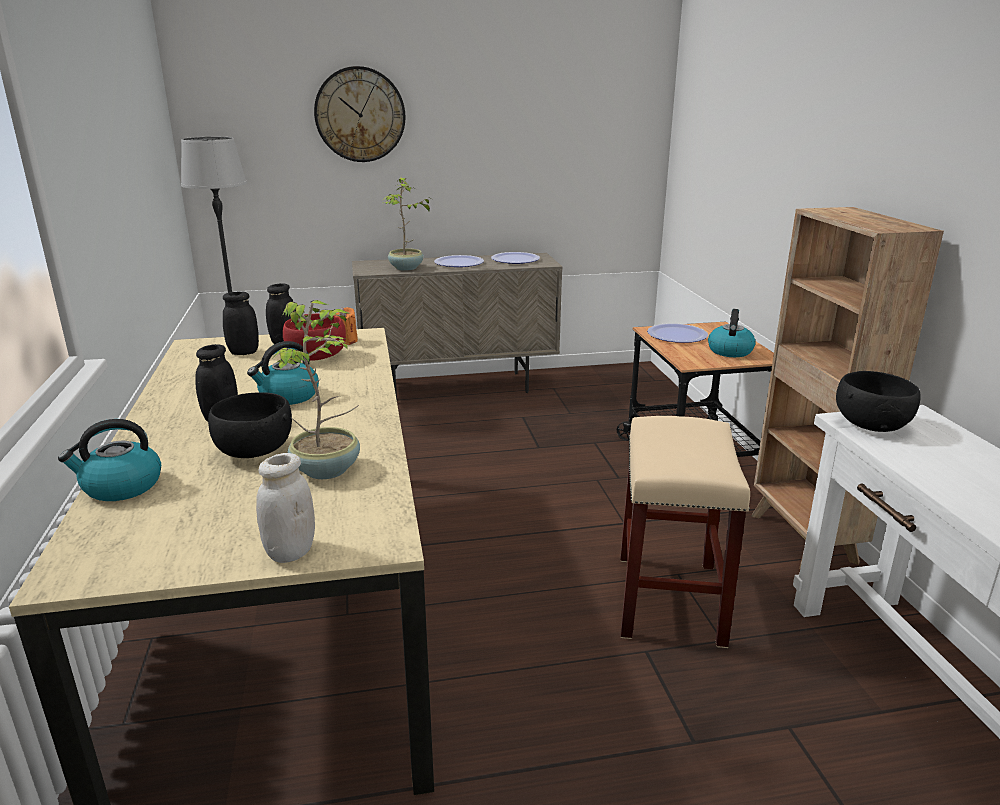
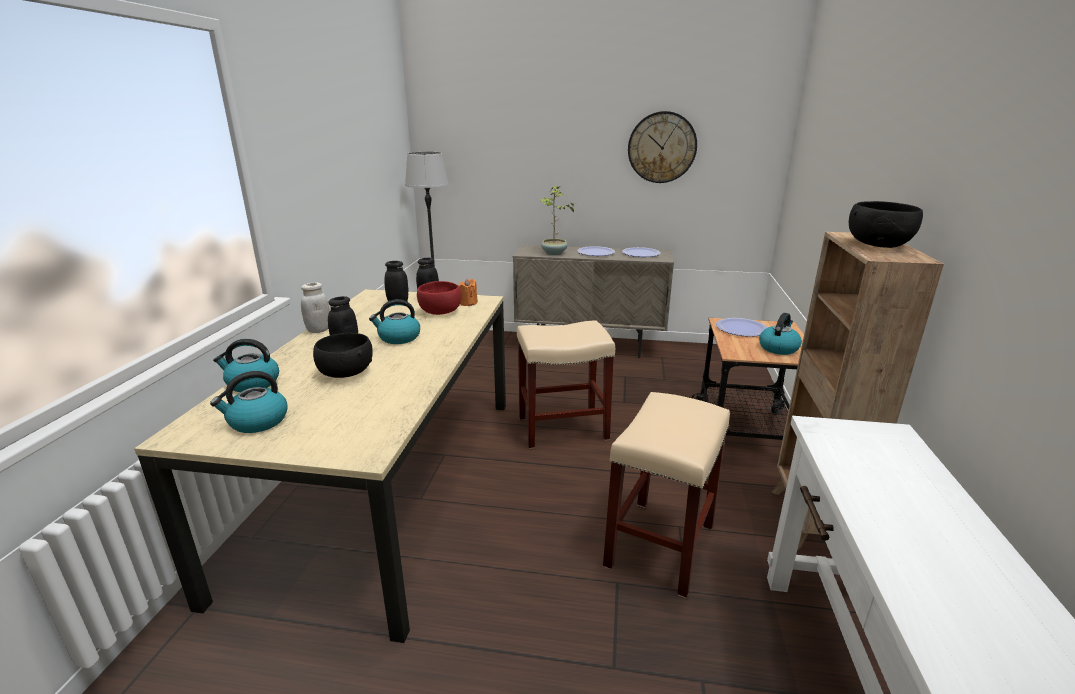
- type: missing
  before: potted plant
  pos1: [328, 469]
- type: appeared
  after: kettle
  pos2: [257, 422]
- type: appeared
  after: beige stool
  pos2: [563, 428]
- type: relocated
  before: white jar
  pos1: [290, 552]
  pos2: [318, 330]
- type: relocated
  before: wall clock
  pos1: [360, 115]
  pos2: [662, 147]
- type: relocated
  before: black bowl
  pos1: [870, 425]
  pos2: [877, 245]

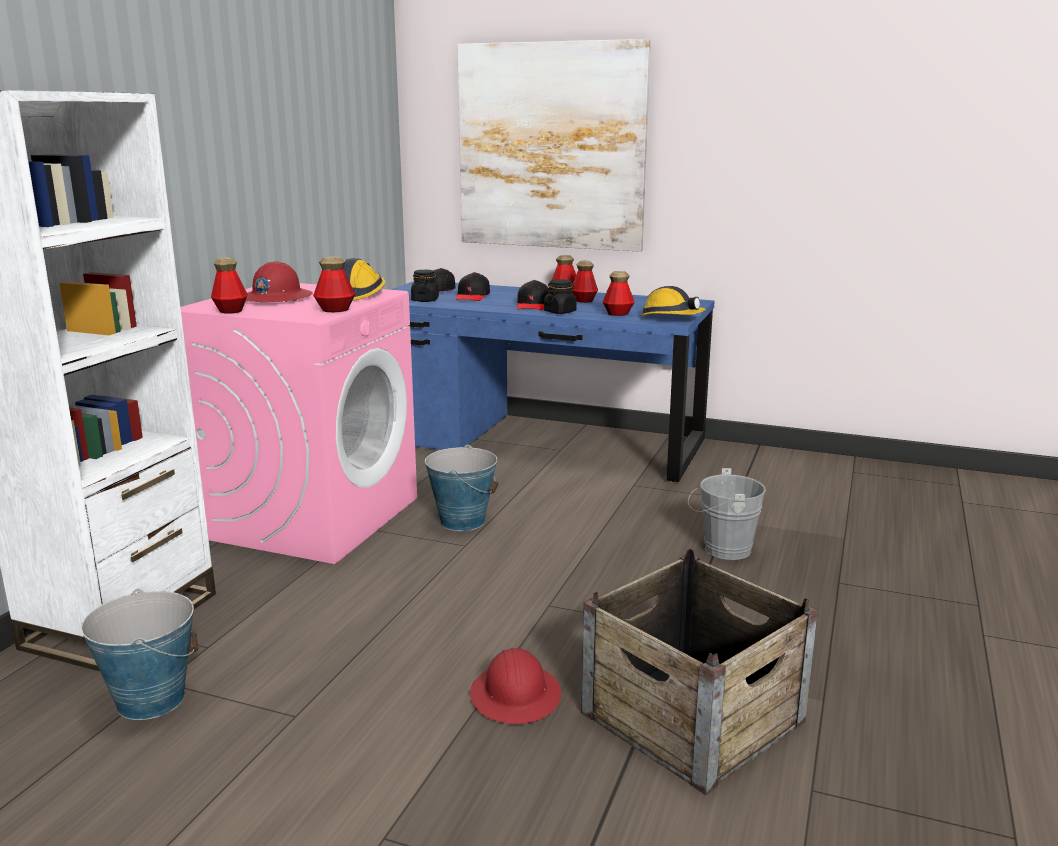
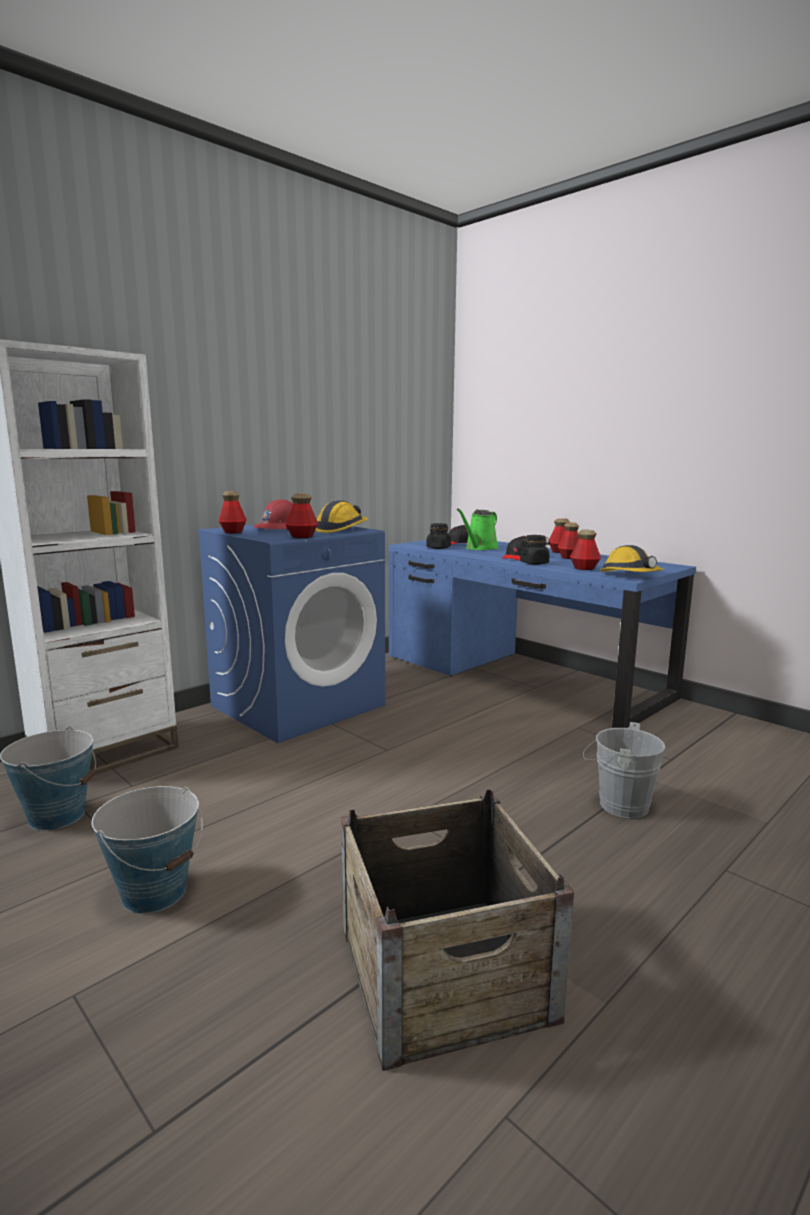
- type: missing
  before: picture
  pos1: [551, 147]
- type: missing
  before: red hard hat
  pos1: [516, 696]
- type: relocated
  before: bucket
  pos1: [462, 521]
  pos2: [155, 892]
- type: exchanged
  before: black cap
  after: green watering can
  pos1: [472, 296]
  pos2: [480, 548]
- type: colour
  before: pink washing machine
  after: blue washing machine
  pos1: [313, 517]
  pos2: [298, 705]

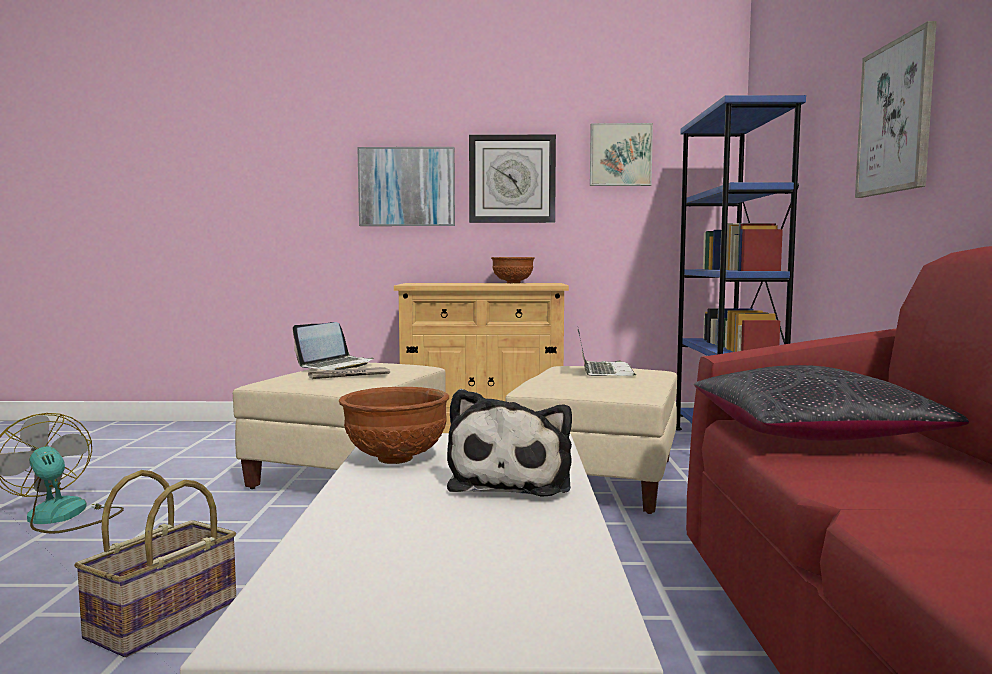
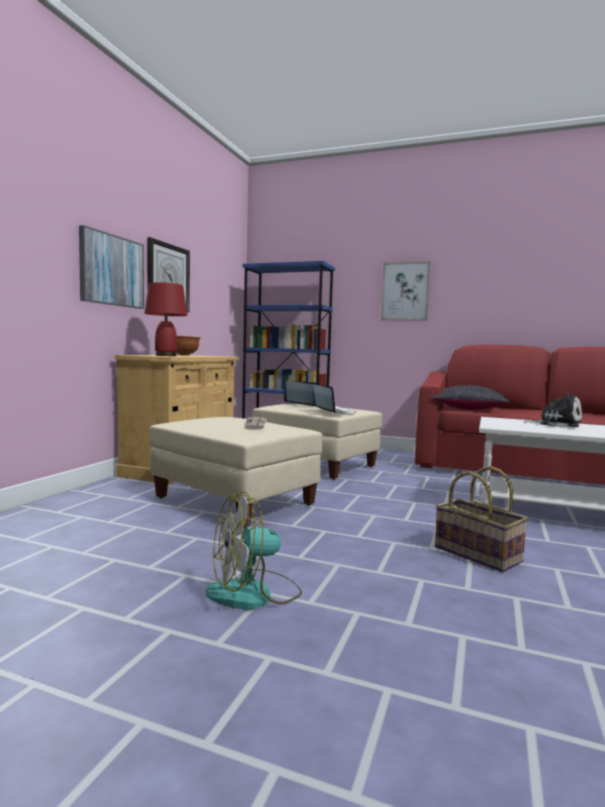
- type: missing
  before: brown bowl
  pos1: [394, 459]
- type: missing
  before: picture
  pos1: [620, 155]
- type: appeared
  after: red table lamp
  pos2: [166, 355]
- type: relocated
  before: laptop
  pos1: [336, 365]
  pos2: [333, 411]

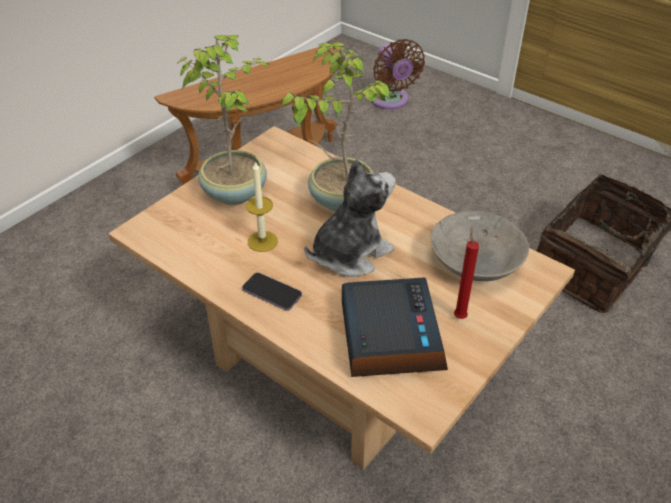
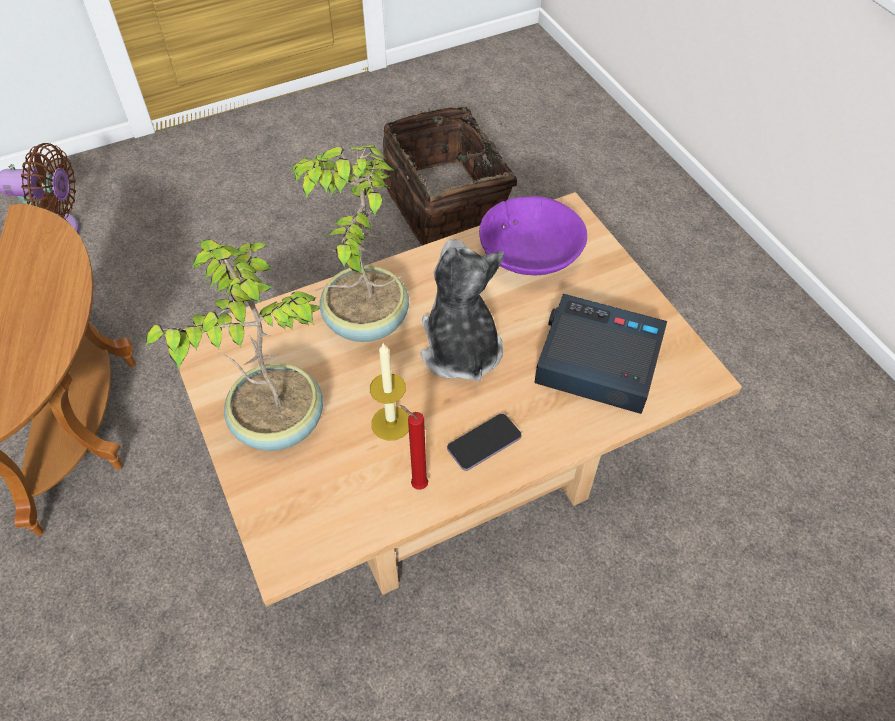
- type: relocated
  before: red candle
  pos1: [459, 315]
  pos2: [417, 484]
- type: colour
  before: grey bowl
  after: purple bowl
  pos1: [476, 263]
  pos2: [531, 254]

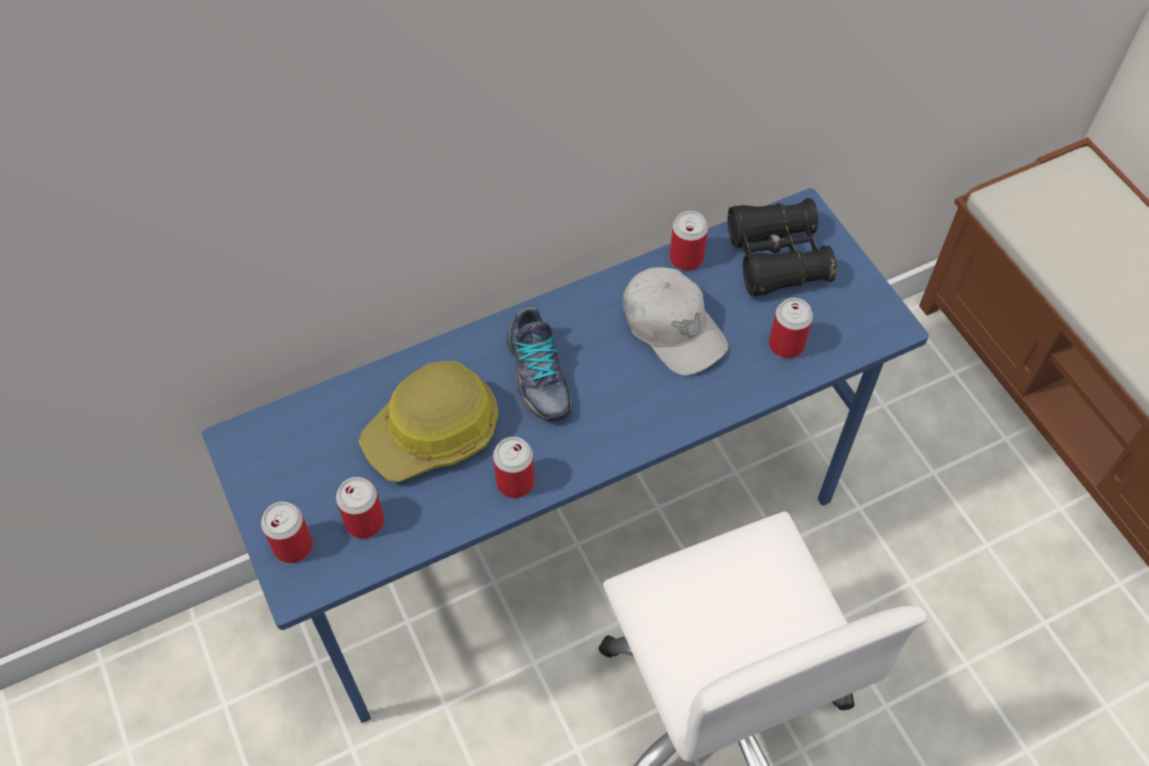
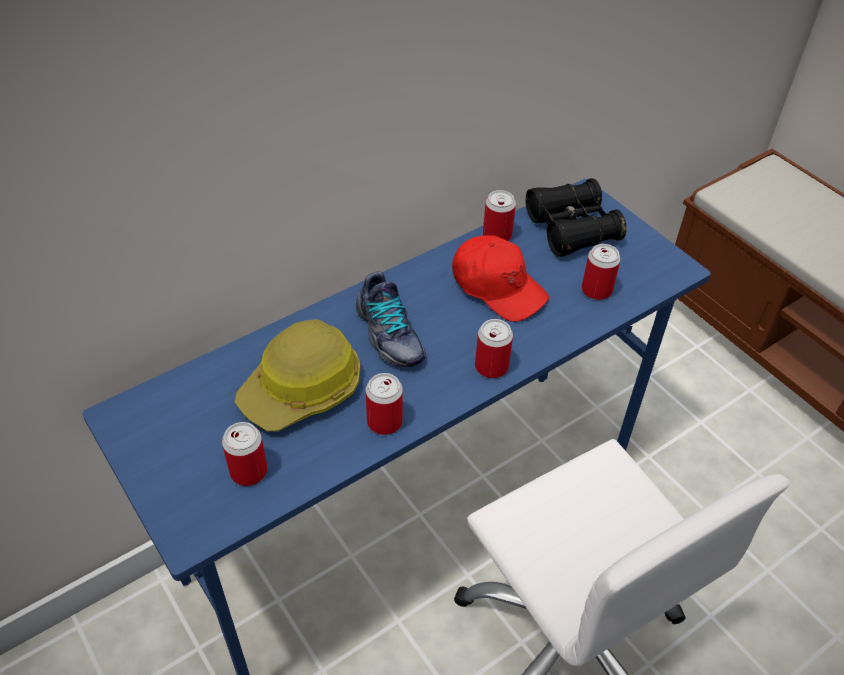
- type: relocated
  before: can
  pos1: [293, 546]
  pos2: [491, 367]
- type: colour
  before: white cap
  after: red cap
  pos1: [672, 328]
  pos2: [498, 287]

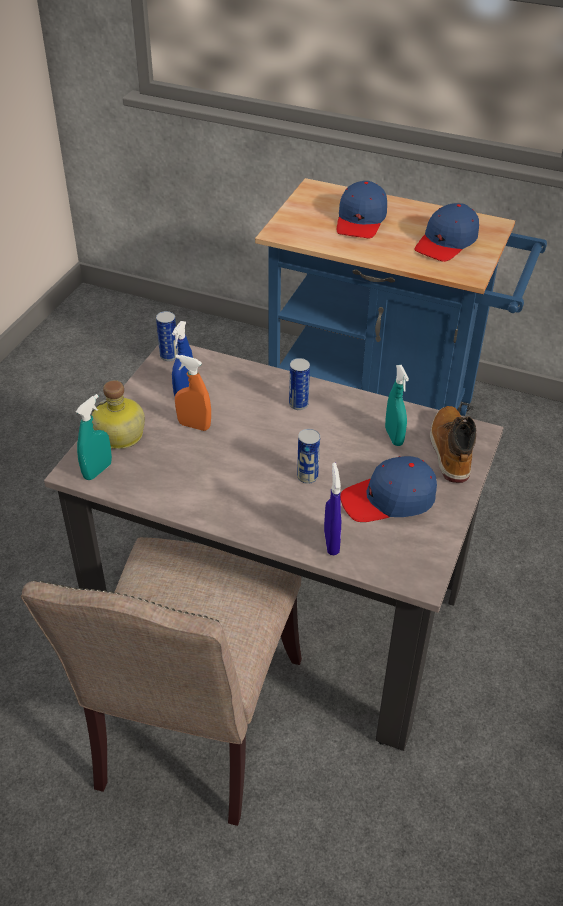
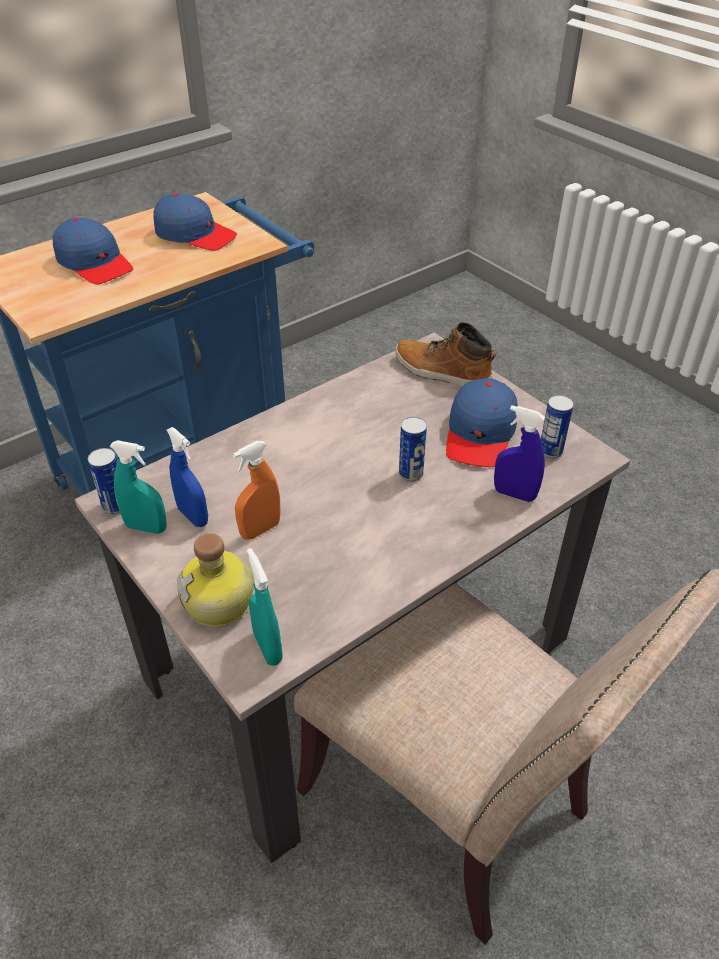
- type: relocated
  before: can
  pos1: [298, 404]
  pos2: [550, 451]
- type: relocated
  before: turquoise spray bottle
  pos1: [394, 436]
  pos2: [146, 527]
- type: spun
  before: blue cap
  pos1: [446, 242]
  pos2: [195, 234]
  turn: -45

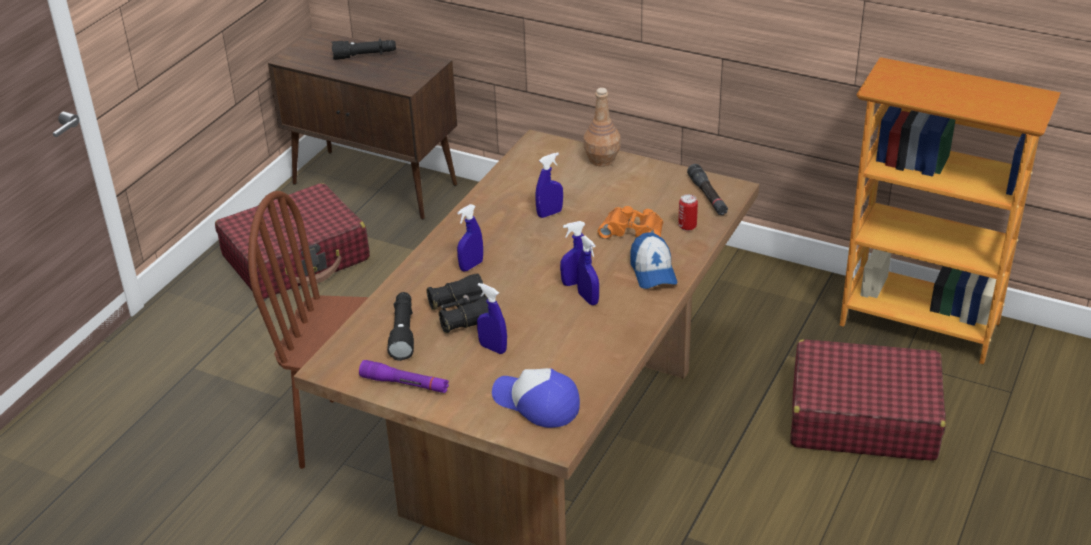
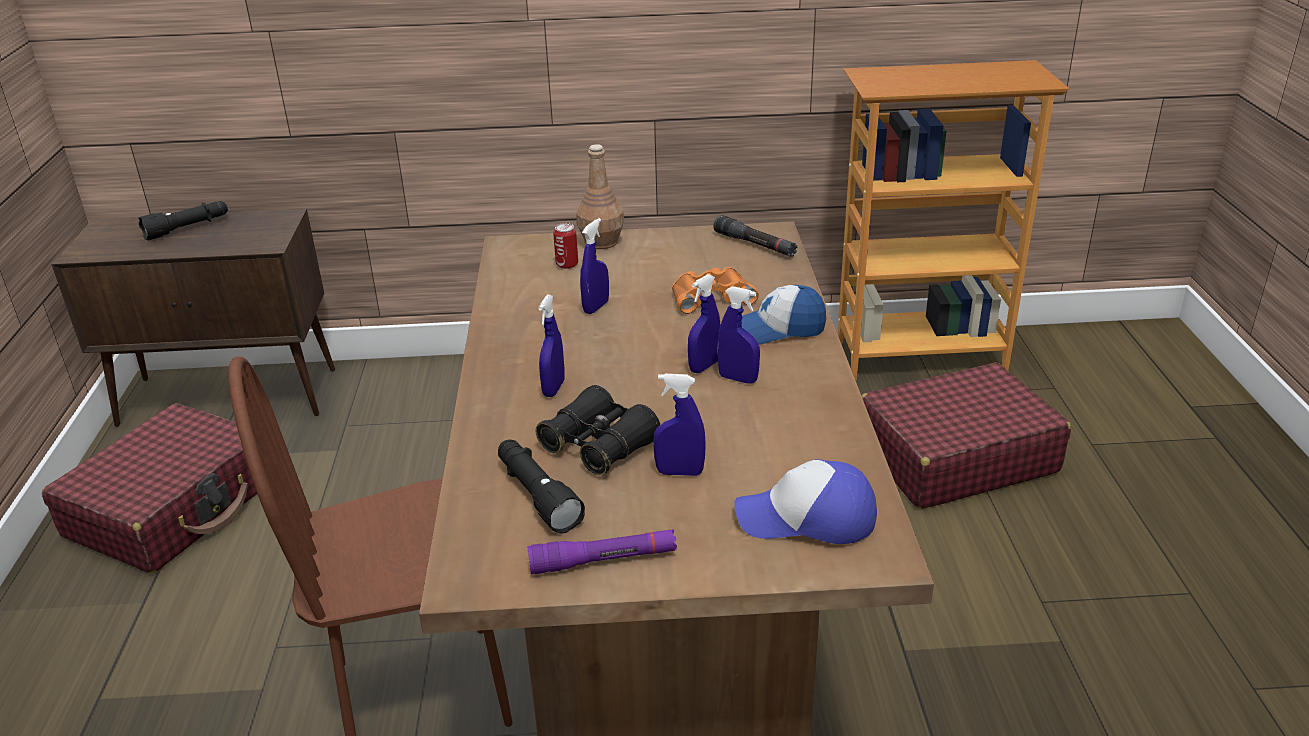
- type: relocated
  before: can
  pos1: [687, 226]
  pos2: [567, 265]
- type: spun
  before: cap
  pos1: [653, 271]
  pos2: [780, 329]
  turn: 120

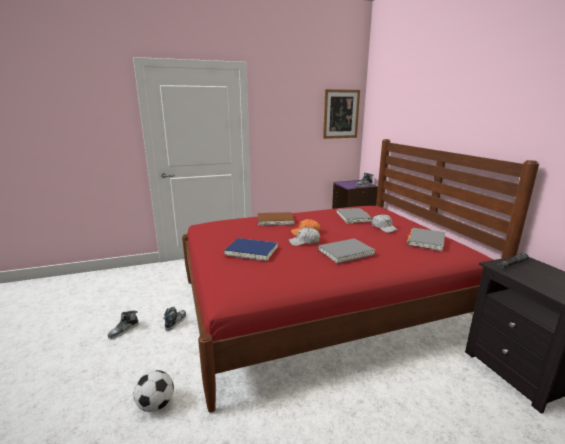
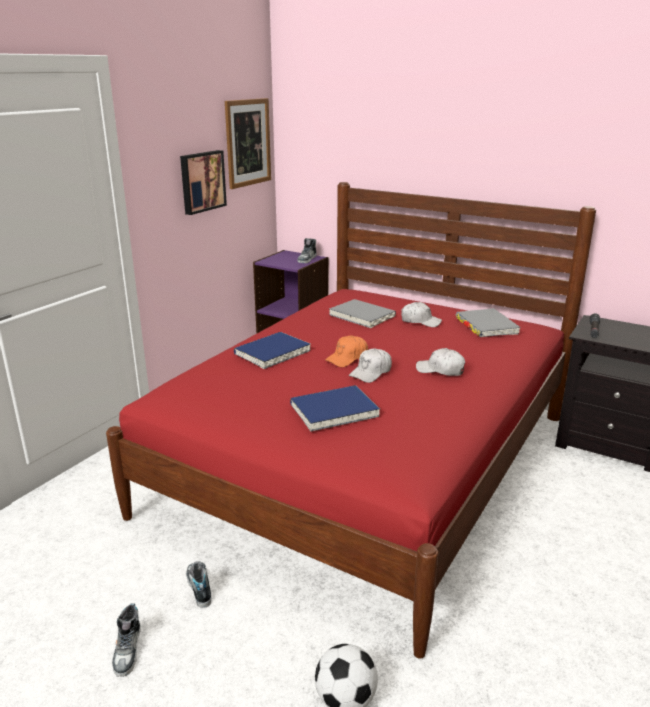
- type: appeared
  after: picture
  pos2: [201, 181]
- type: exchanged
  before: grey book
  after: white cap
  pos1: [345, 252]
  pos2: [440, 370]
- type: colour
  before: brown book
  after: blue book
  pos1: [275, 220]
  pos2: [272, 353]

